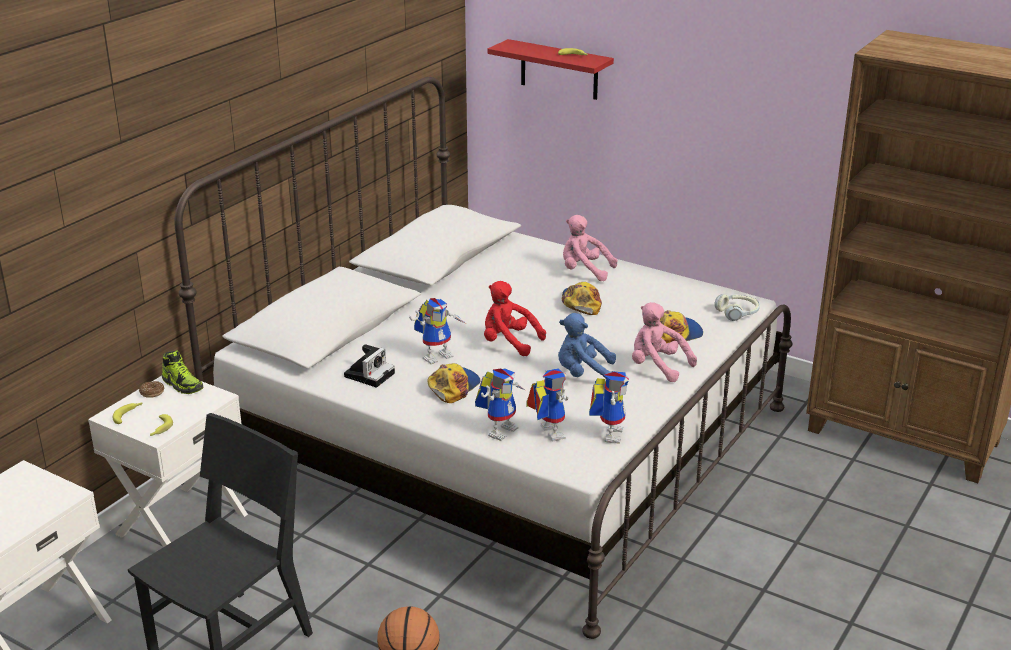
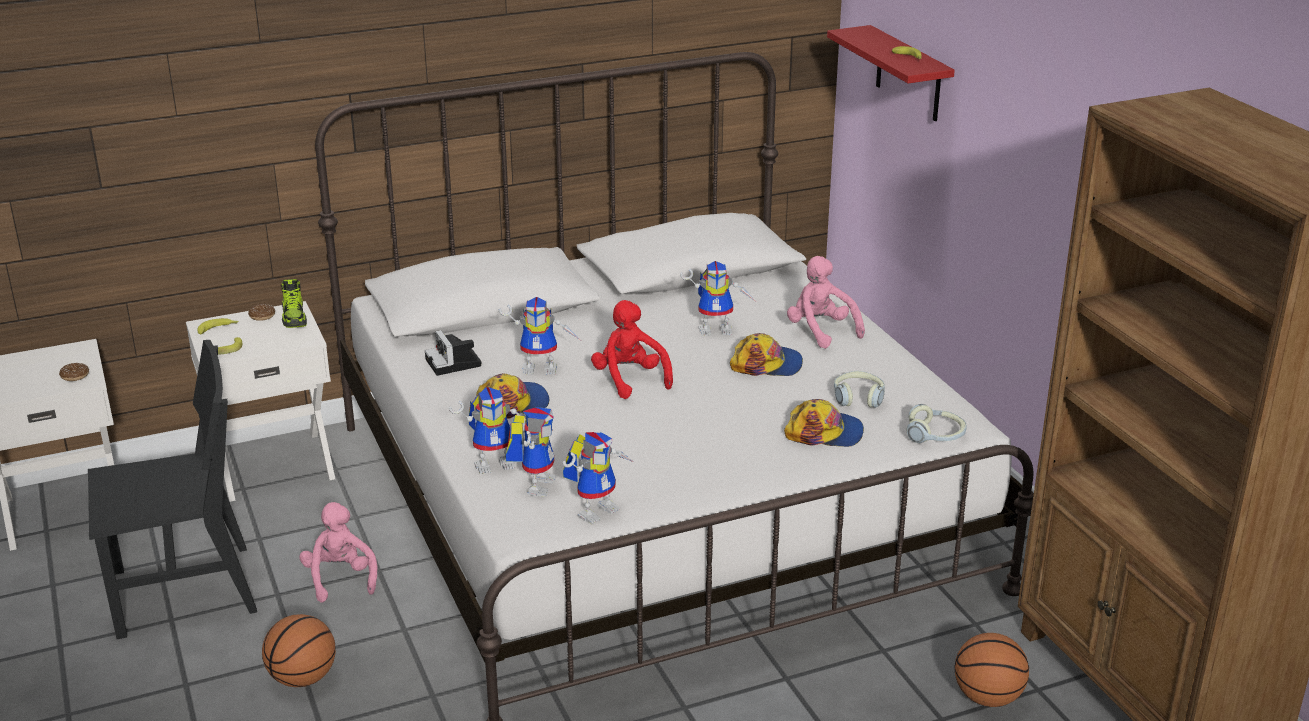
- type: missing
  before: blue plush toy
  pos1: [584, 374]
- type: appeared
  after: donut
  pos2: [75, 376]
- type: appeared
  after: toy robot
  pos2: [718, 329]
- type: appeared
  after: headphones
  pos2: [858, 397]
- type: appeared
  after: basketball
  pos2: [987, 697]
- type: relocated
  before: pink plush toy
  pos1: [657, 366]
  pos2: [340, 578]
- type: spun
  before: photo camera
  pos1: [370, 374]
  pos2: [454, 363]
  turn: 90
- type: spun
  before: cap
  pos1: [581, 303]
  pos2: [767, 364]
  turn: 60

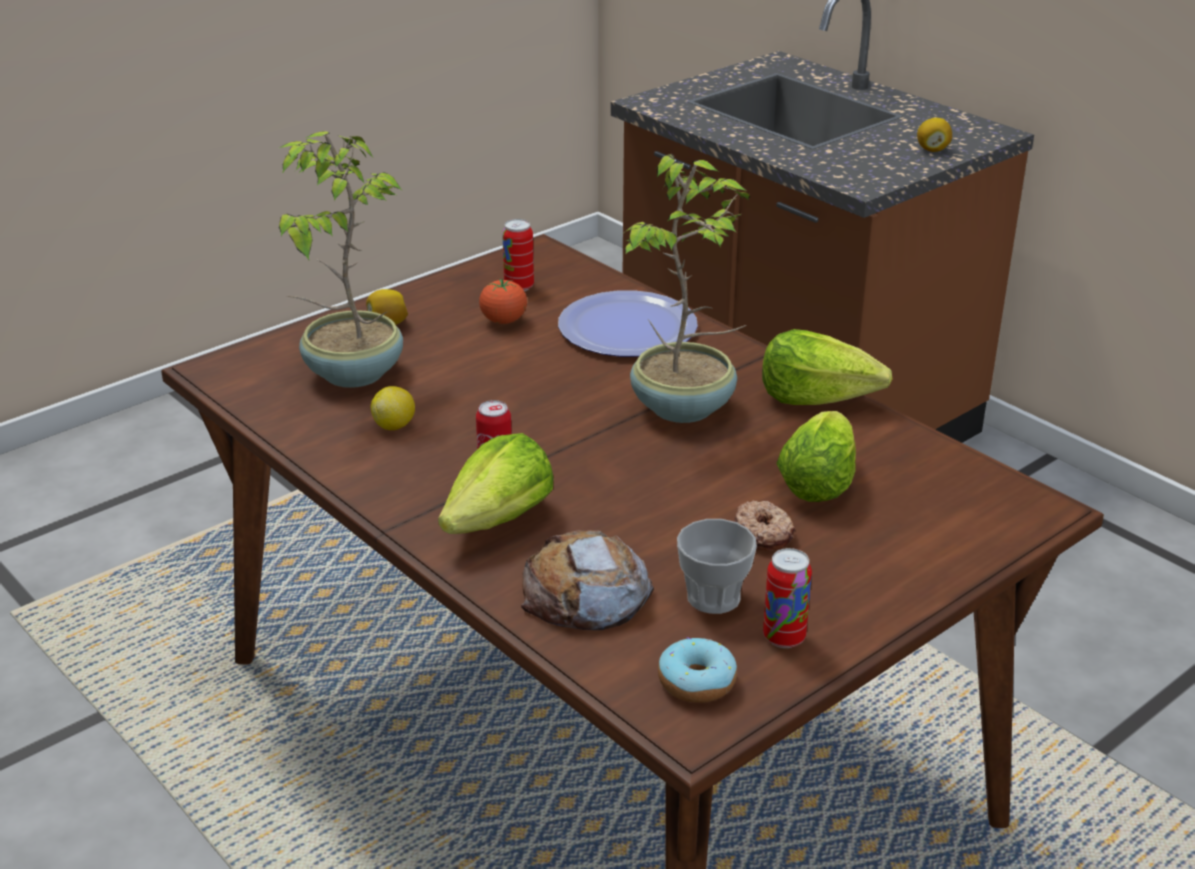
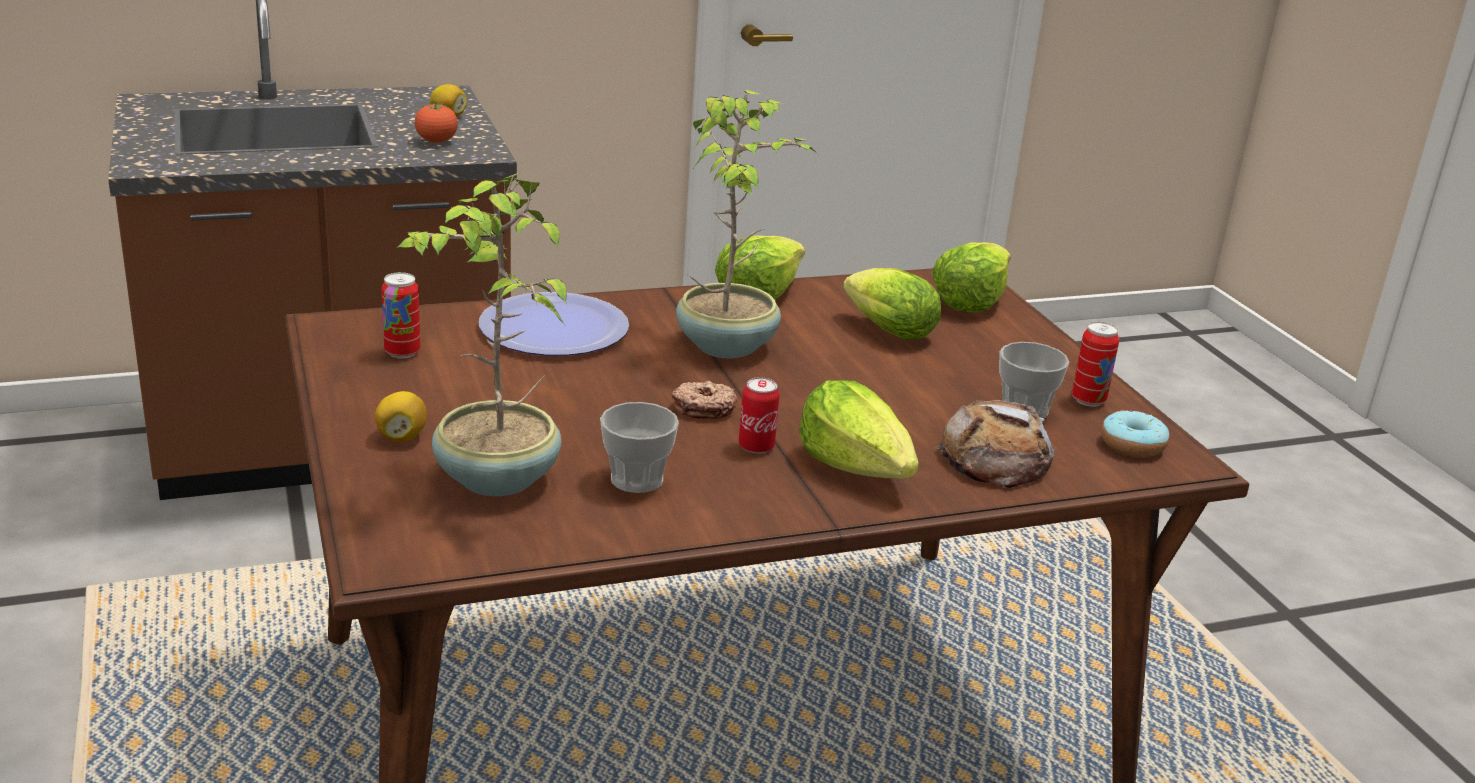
- type: appeared
  after: lettuce
  pos2: [970, 301]
- type: relocated
  before: tomato
  pos1: [503, 321]
  pos2: [436, 142]
- type: relocated
  before: donut
  pos1: [763, 533]
  pos2: [704, 408]
- type: exchanged
  before: lemon
  after: cup
  pos1: [394, 426]
  pos2: [637, 479]

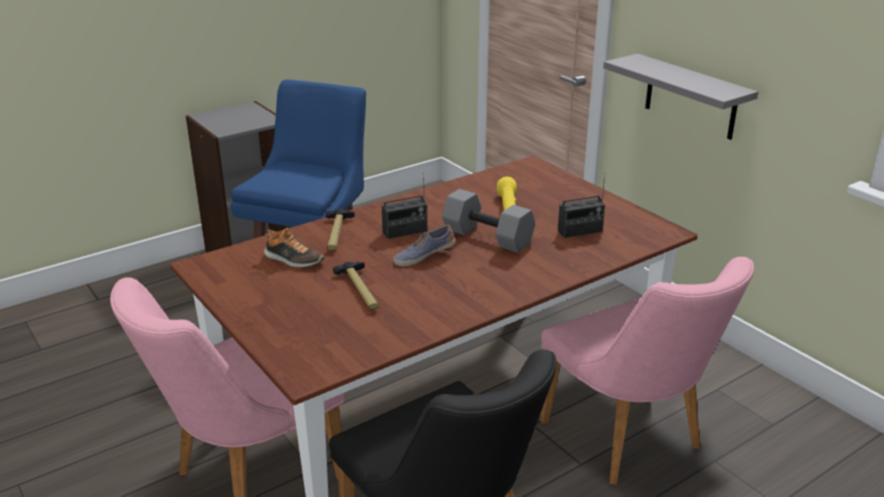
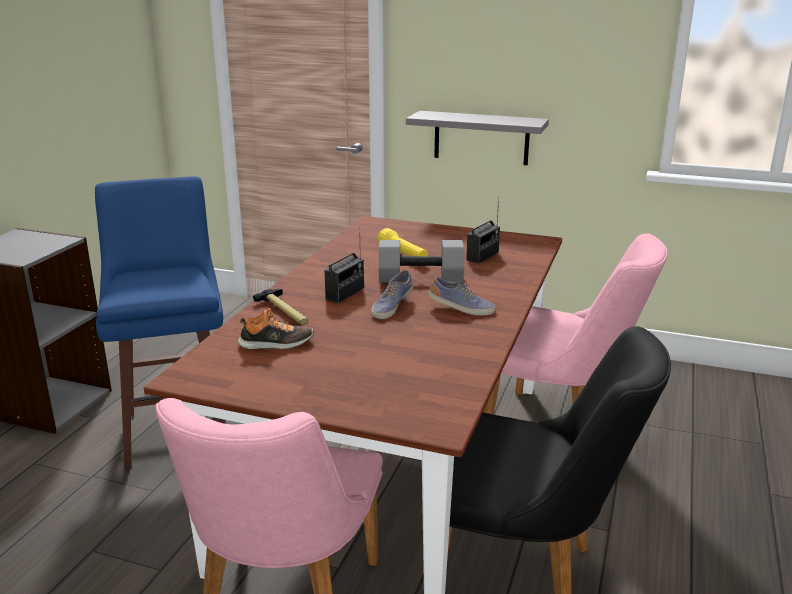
- type: missing
  before: hammer
  pos1: [360, 290]
- type: appeared
  after: shoe
  pos2: [461, 309]

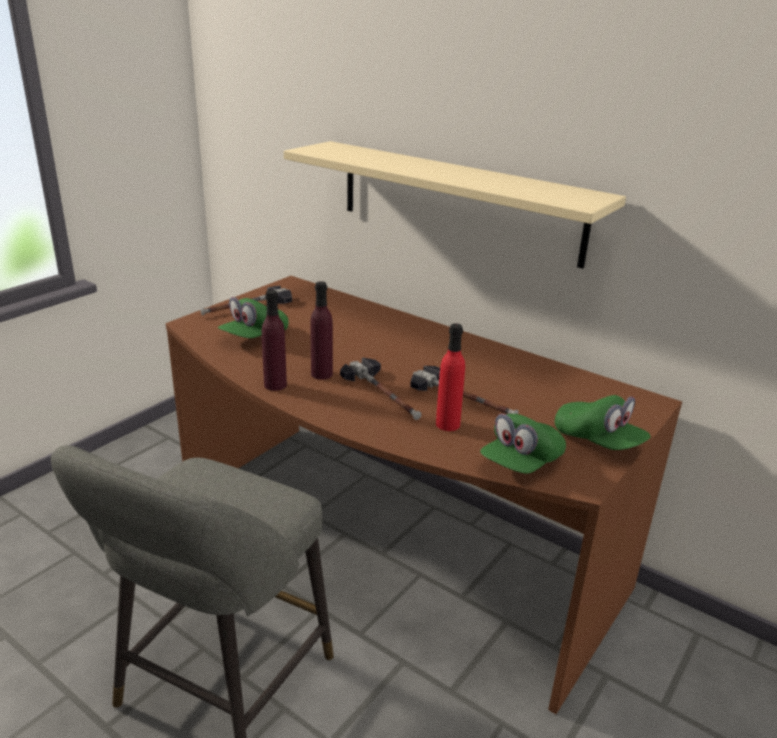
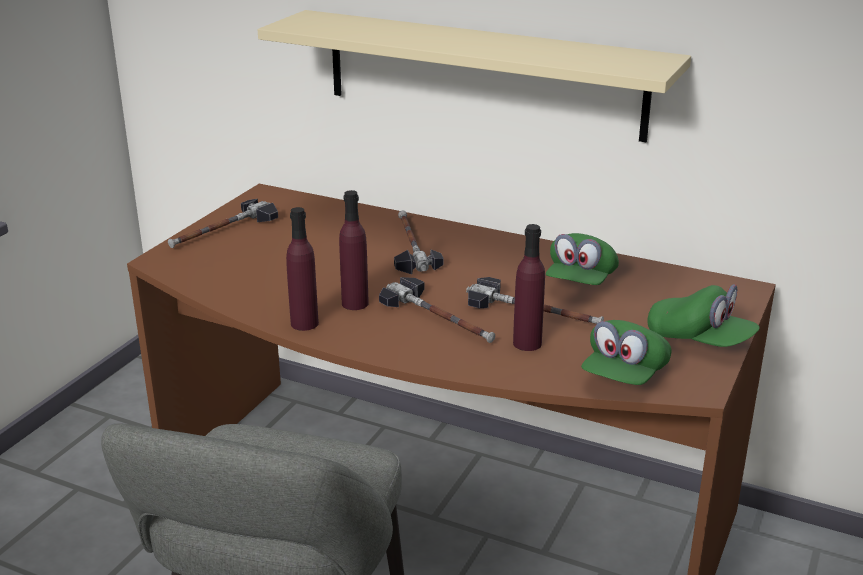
- type: appeared
  after: hammer
  pos2: [410, 246]
- type: relocated
  before: green cap
  pos1: [254, 337]
  pos2: [581, 282]
- type: colour
  before: red bottle
  after: purple bottle
  pos1: [447, 424]
  pos2: [527, 343]

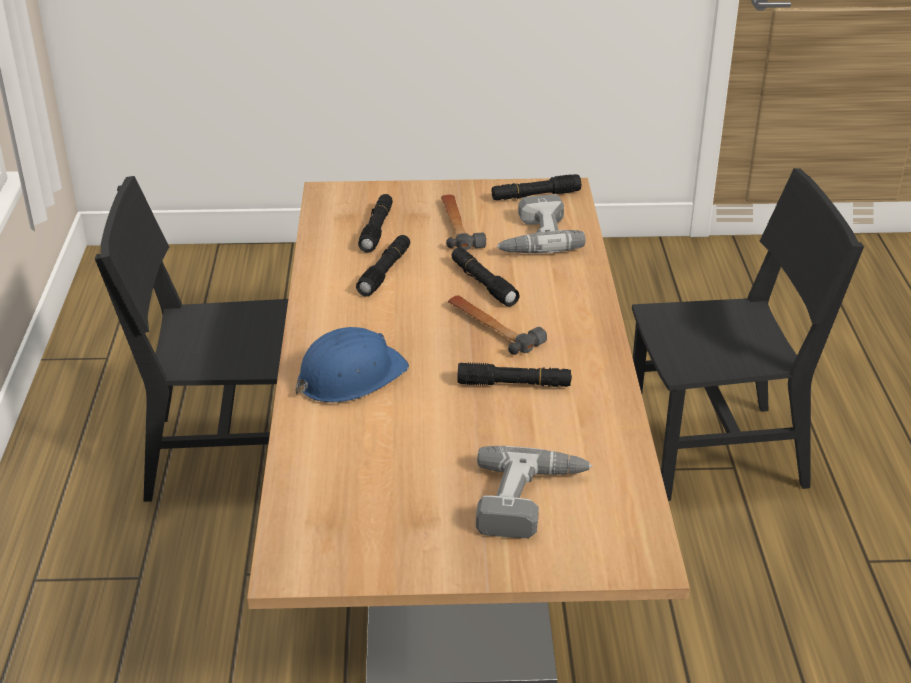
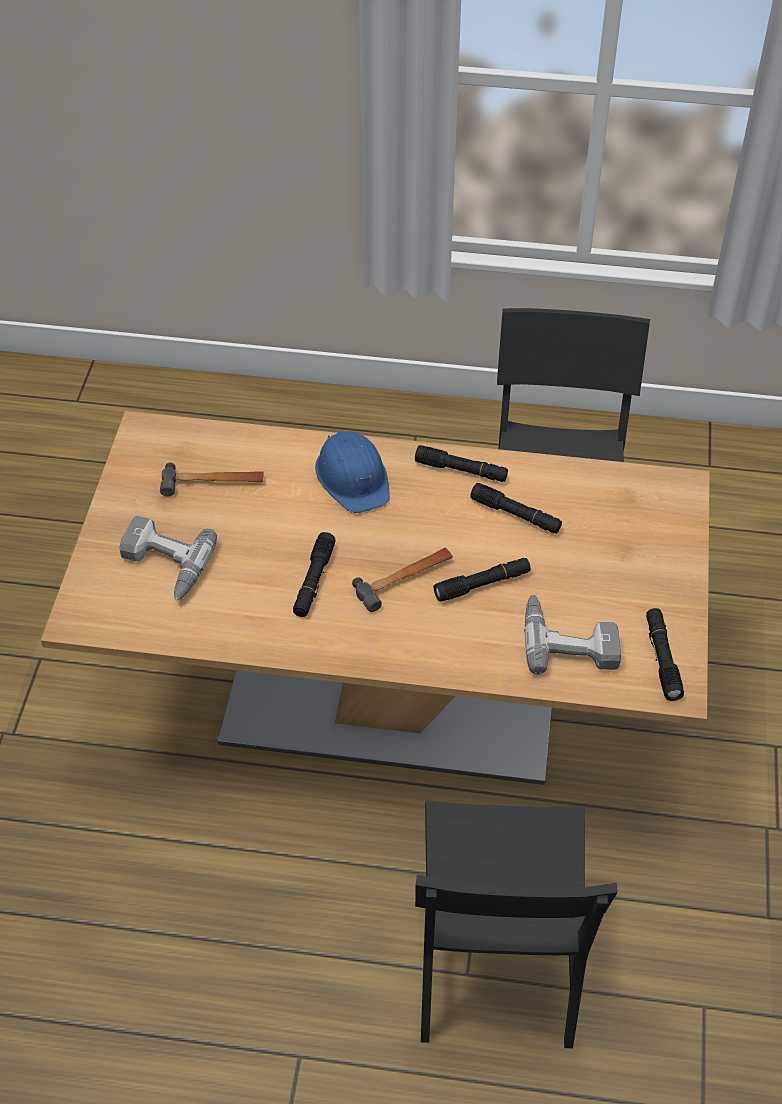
- type: relocated
  before: black flashlight
  pos1: [377, 229]
  pos2: [461, 470]
- type: relocated
  before: hammer
  pos1: [458, 226]
  pos2: [212, 483]

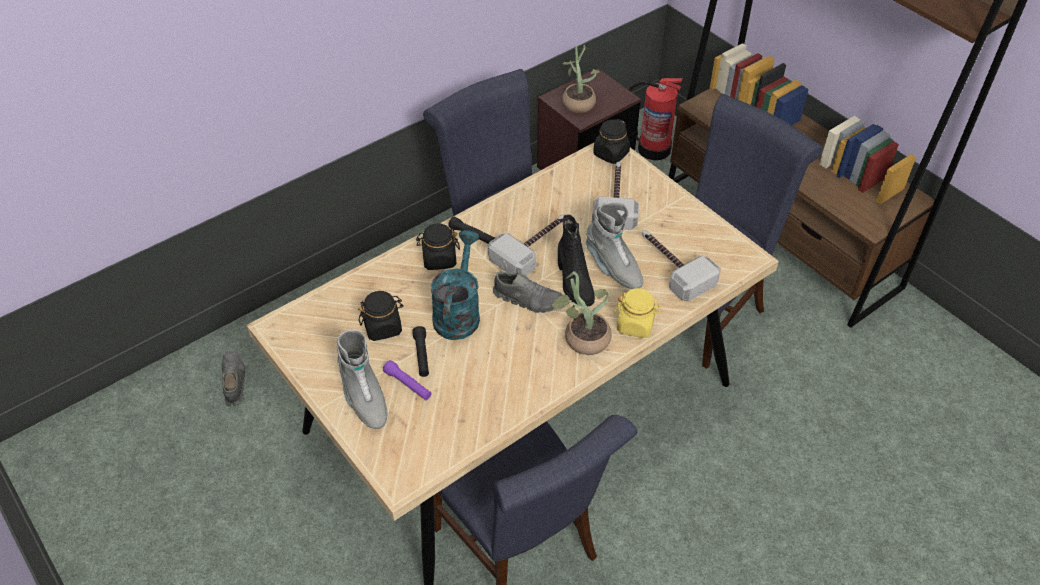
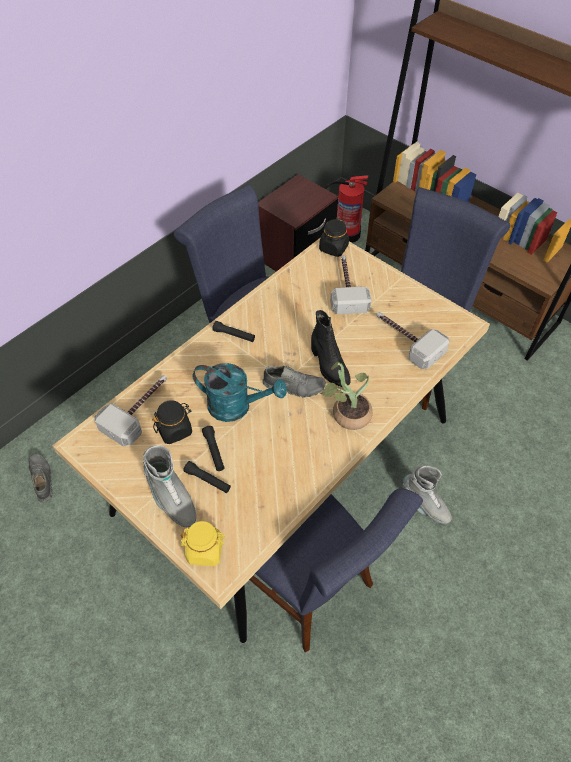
- type: missing
  before: black jar
  pos1: [439, 259]
- type: missing
  before: potted plant
  pos1: [577, 101]
- type: relocated
  before: hammer
  pos1: [533, 247]
  pos2: [139, 410]
- type: relocated
  before: grey boot
  pos1: [613, 268]
  pos2: [424, 505]
- type: relocated
  before: yellow jar
  pos1: [635, 325]
  pos2: [205, 550]
- type: colour
  before: purple flashlight
  after: black flashlight
  pos1: [408, 385]
  pos2: [207, 480]
- type: spun
  before: turquoise watering can
  pos1: [458, 312]
  pos2: [237, 406]
  turn: 105

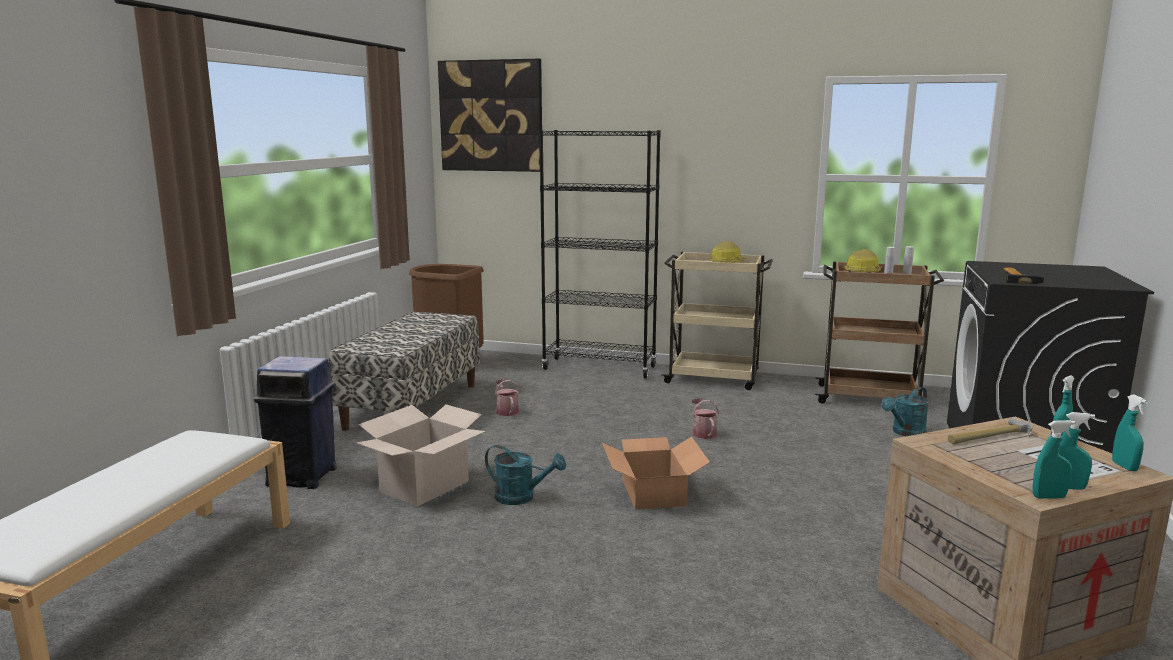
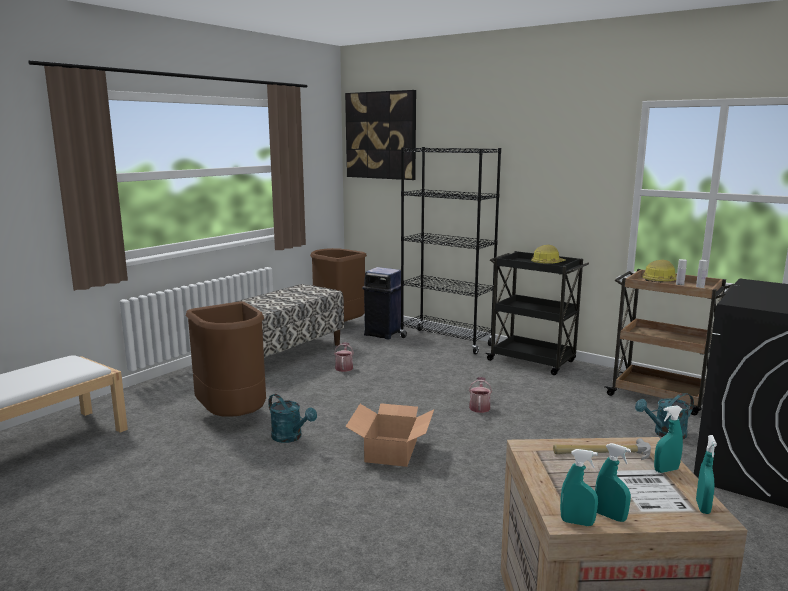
- type: missing
  before: hammer
  pos1: [1017, 278]
- type: relocated
  before: blue trash can
  pos1: [303, 477]
  pos2: [383, 333]
- type: exchanged
  before: cardboard box
  after: brown trash can
  pos1: [424, 486]
  pos2: [234, 417]
- type: colour
  before: beige cart
  after: black cart
  pos1: [714, 378]
  pos2: [533, 361]

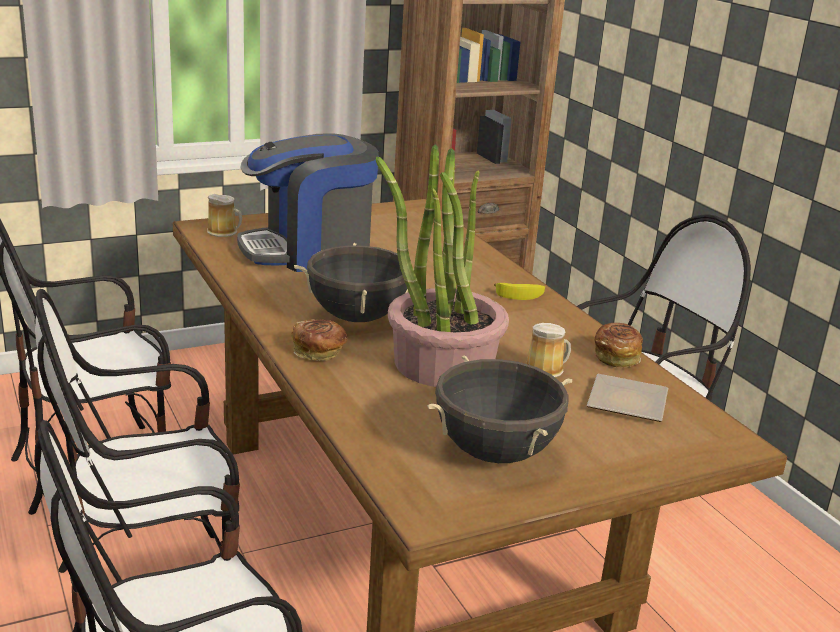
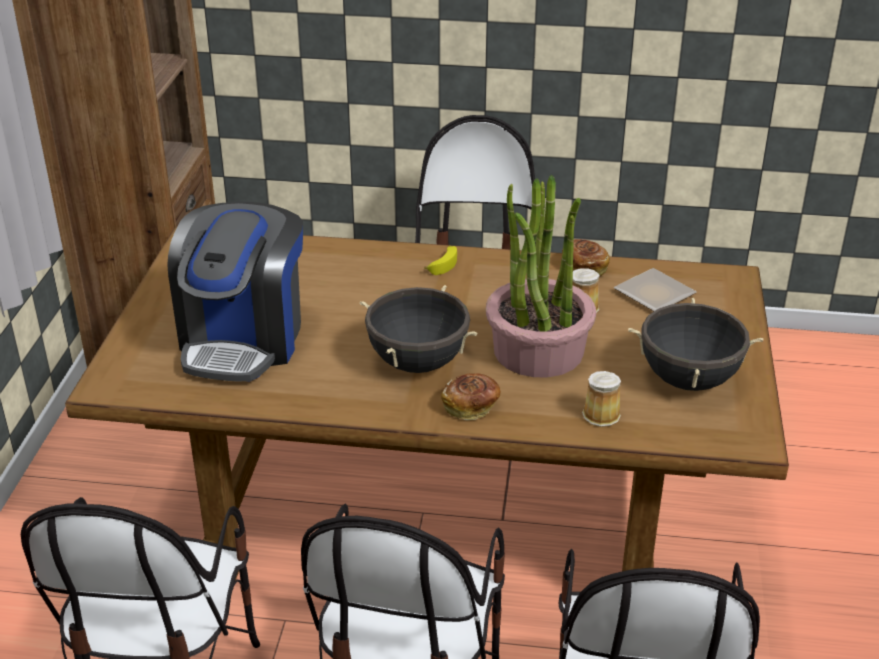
- type: relocated
  before: mug
  pos1: [224, 232]
  pos2: [602, 414]

